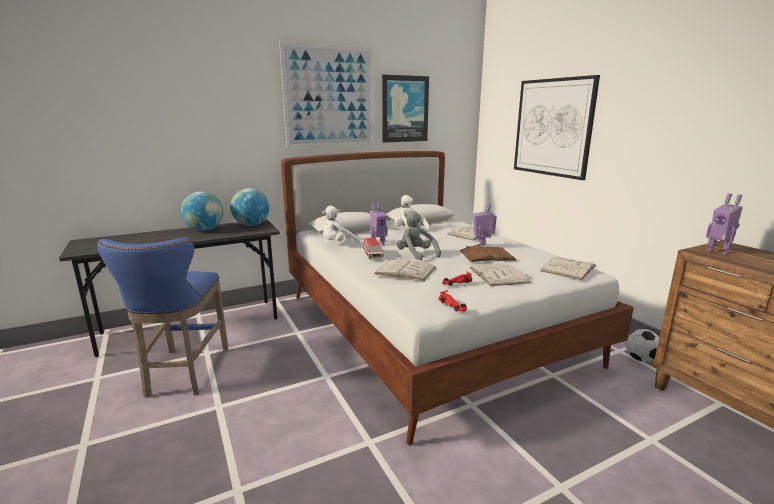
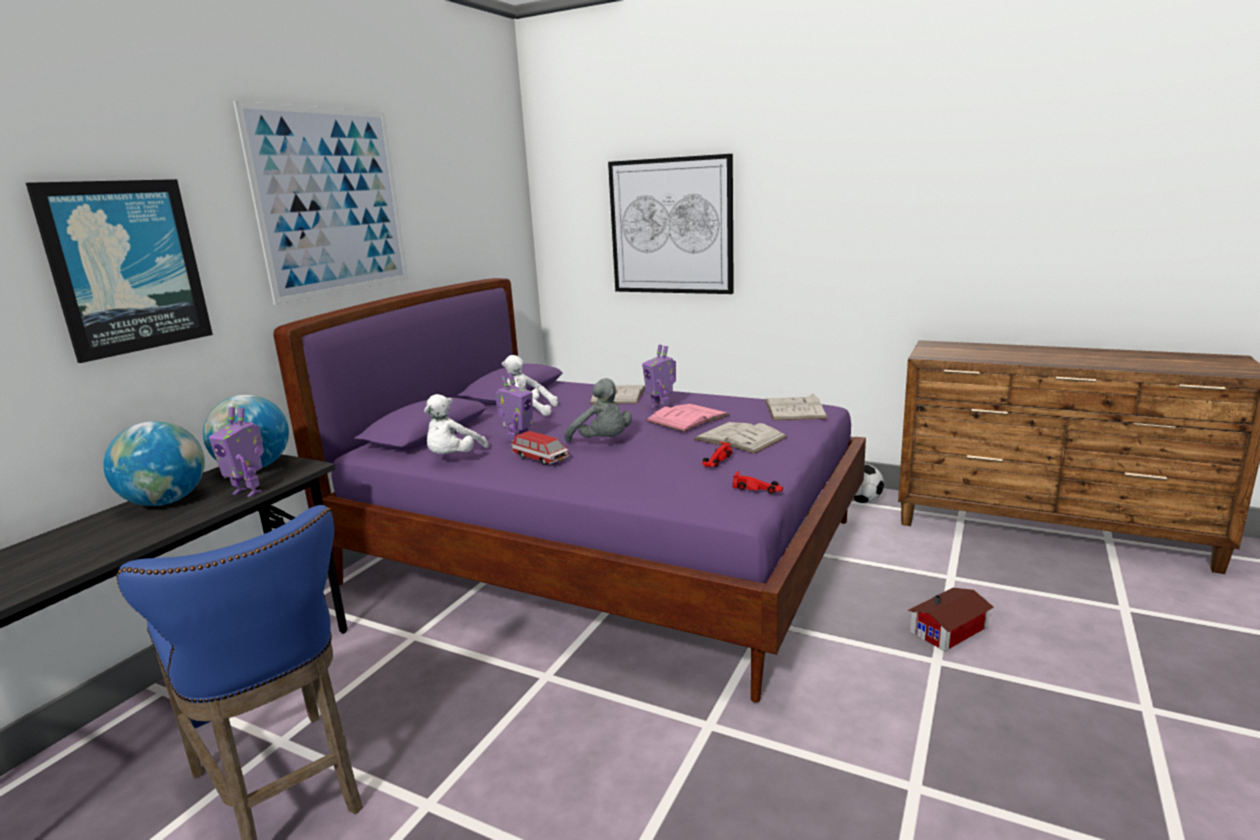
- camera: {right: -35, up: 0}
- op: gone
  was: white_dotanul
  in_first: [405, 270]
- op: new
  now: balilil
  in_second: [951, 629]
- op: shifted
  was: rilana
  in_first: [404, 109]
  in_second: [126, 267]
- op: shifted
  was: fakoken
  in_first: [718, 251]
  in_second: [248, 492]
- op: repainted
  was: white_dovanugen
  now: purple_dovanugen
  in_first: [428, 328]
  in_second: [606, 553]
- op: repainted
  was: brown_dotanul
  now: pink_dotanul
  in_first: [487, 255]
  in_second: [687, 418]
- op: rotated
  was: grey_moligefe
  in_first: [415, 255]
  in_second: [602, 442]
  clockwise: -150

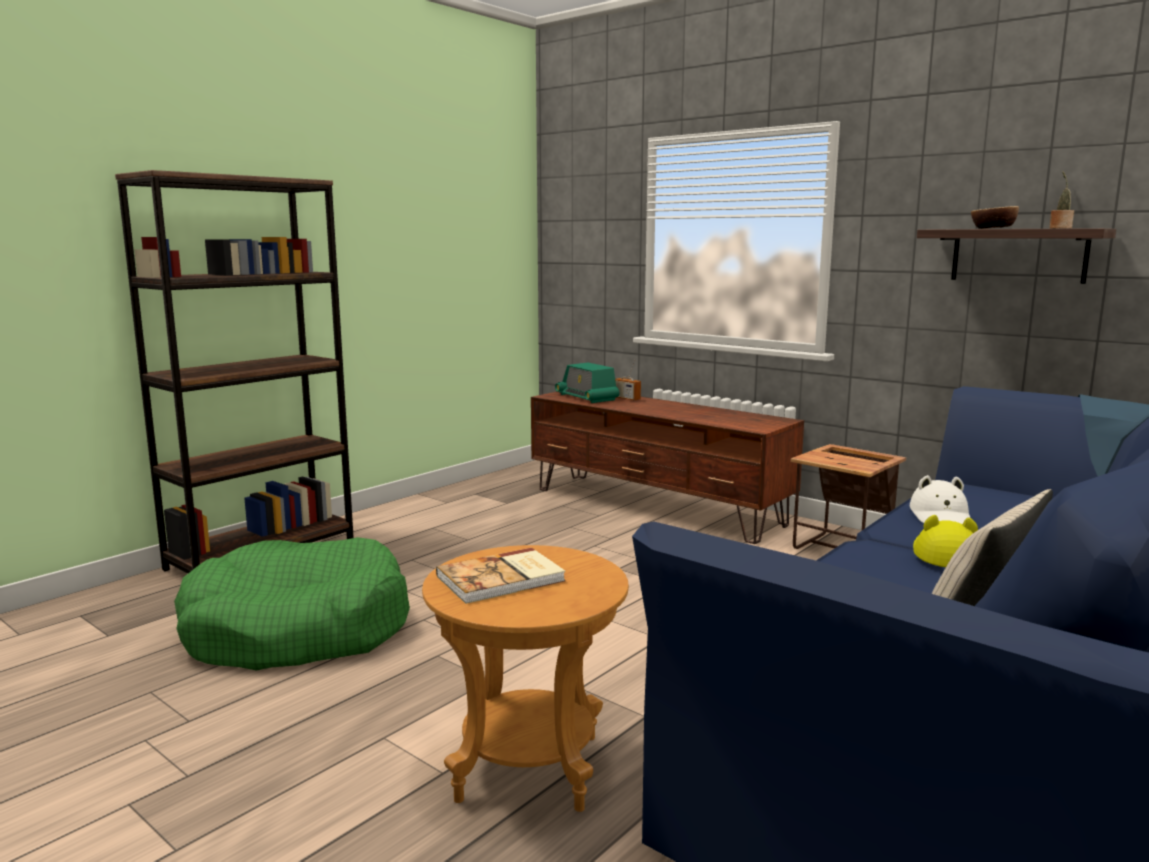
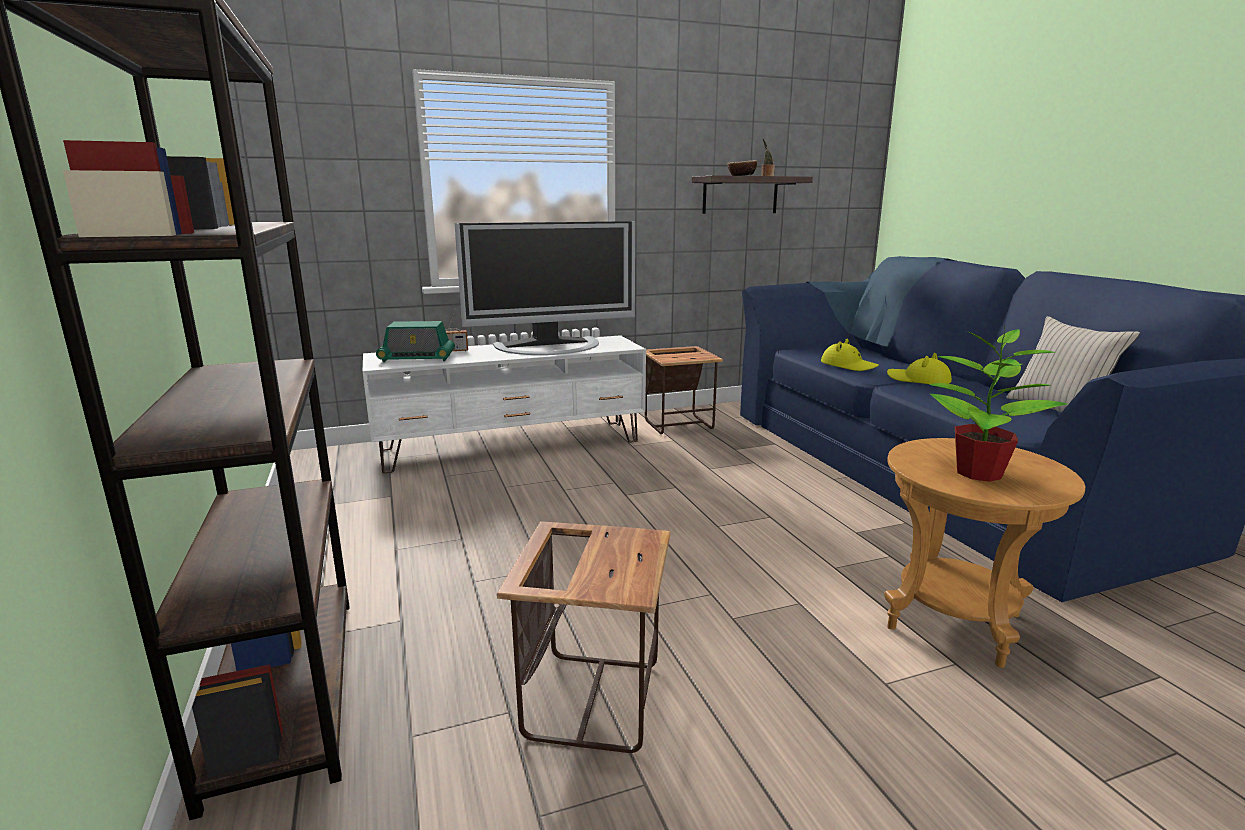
- camera: {right: -60, up: 5}
- op: new
  now: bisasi
  in_second: [550, 346]
- op: swapped
  was: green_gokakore
  now: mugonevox
  in_first: [297, 629]
  in_second: [593, 699]
- op: swapped
  was: dotanul
  now: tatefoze
  in_first: [502, 579]
  in_second: [977, 473]
- op: repainted
  was: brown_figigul
  now: white_figigul
  in_first: [656, 506]
  in_second: [512, 446]
- op: repainted
  was: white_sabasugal
  now: yellow_sabasugal
  in_first: [941, 516]
  in_second: [848, 365]

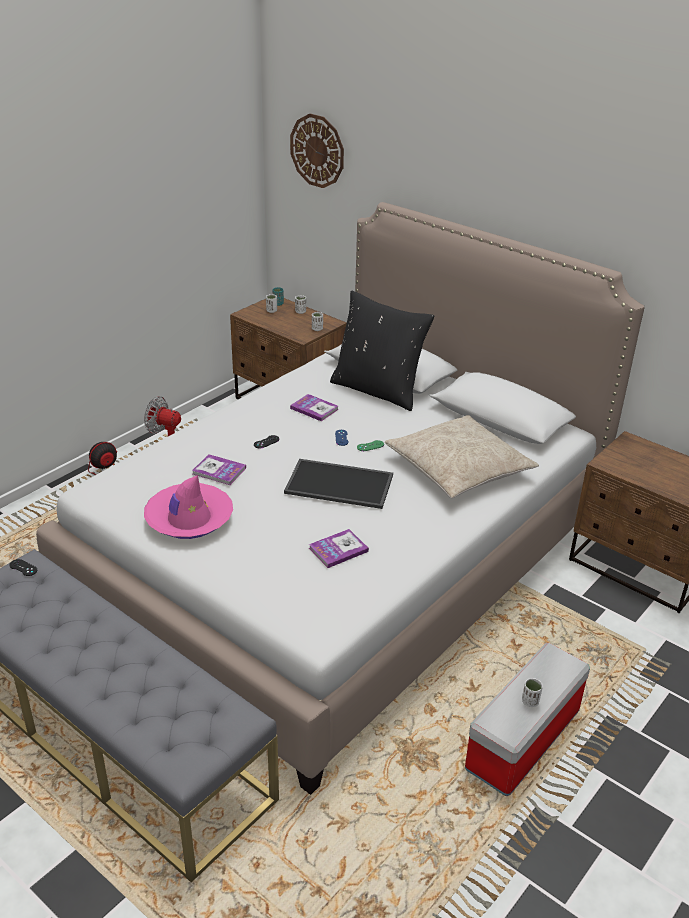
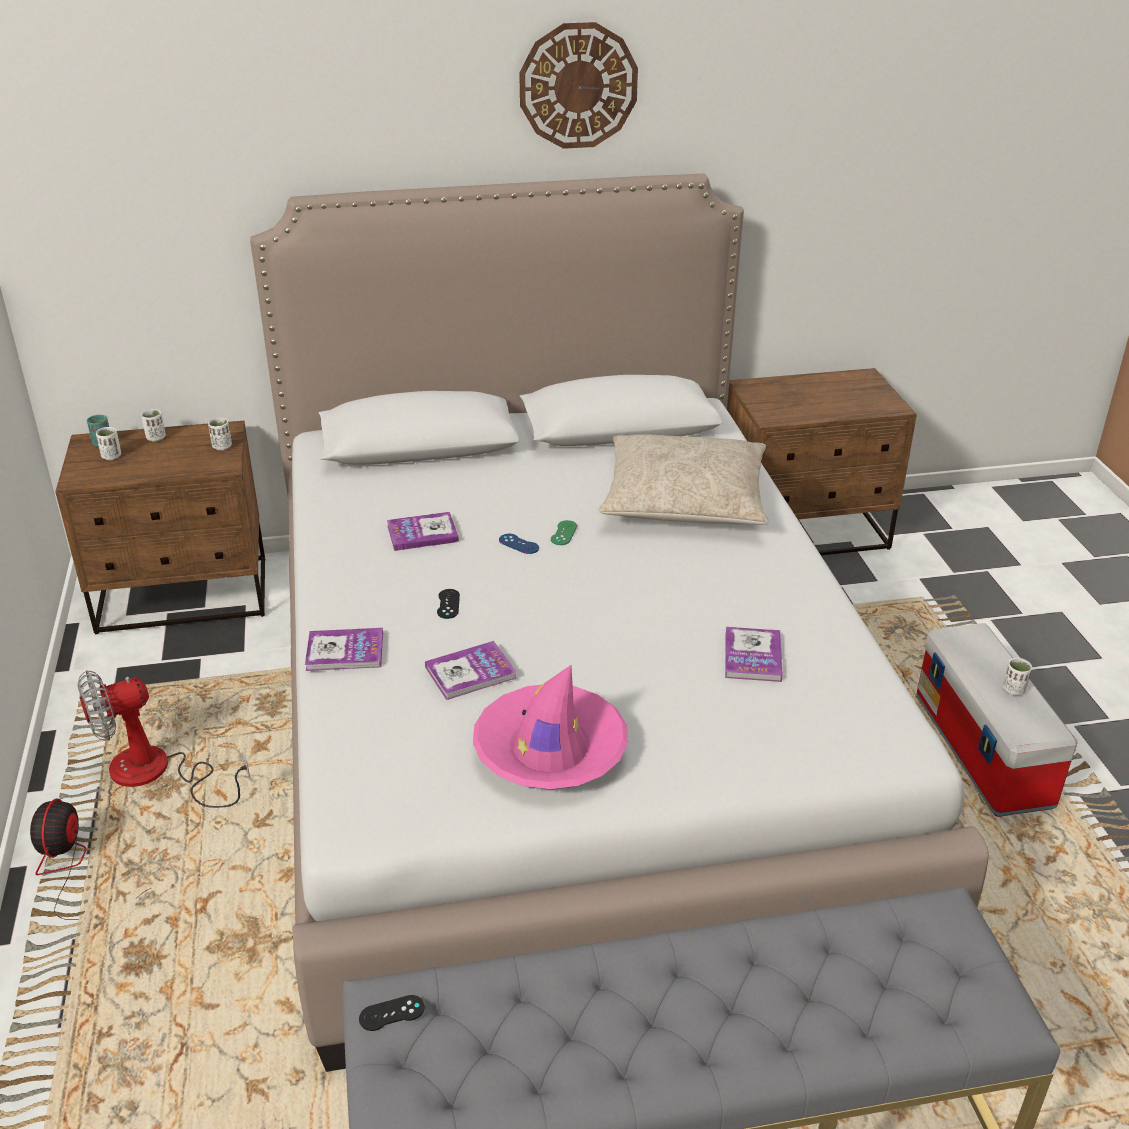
- camera: {right: -50, up: 0}
- op: gone
  was: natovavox
  in_first: [340, 483]
- op: gone
  was: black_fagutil
  in_first: [378, 390]
- op: new
  now: dotanul
  in_second: [345, 651]
- op: shifted
  was: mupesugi
  in_first: [317, 151]
  in_second: [578, 86]

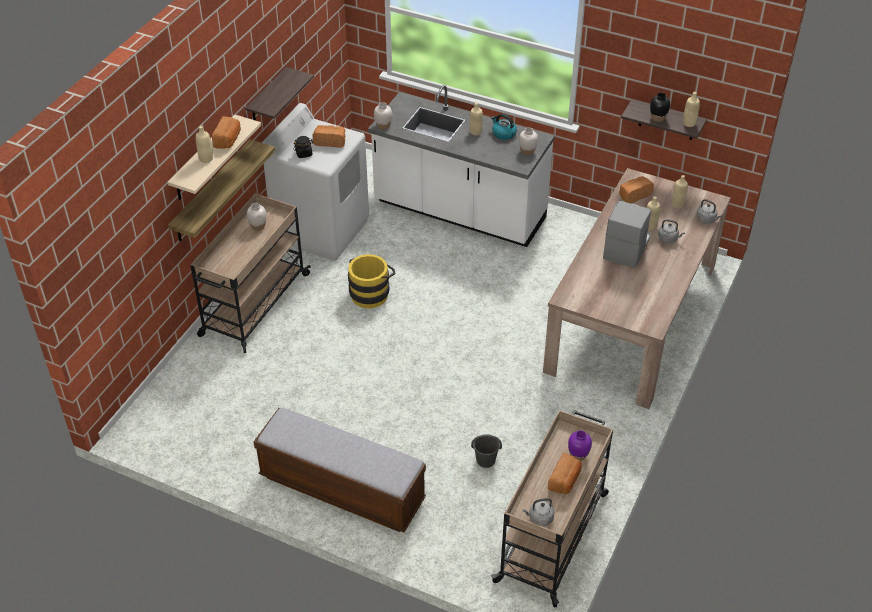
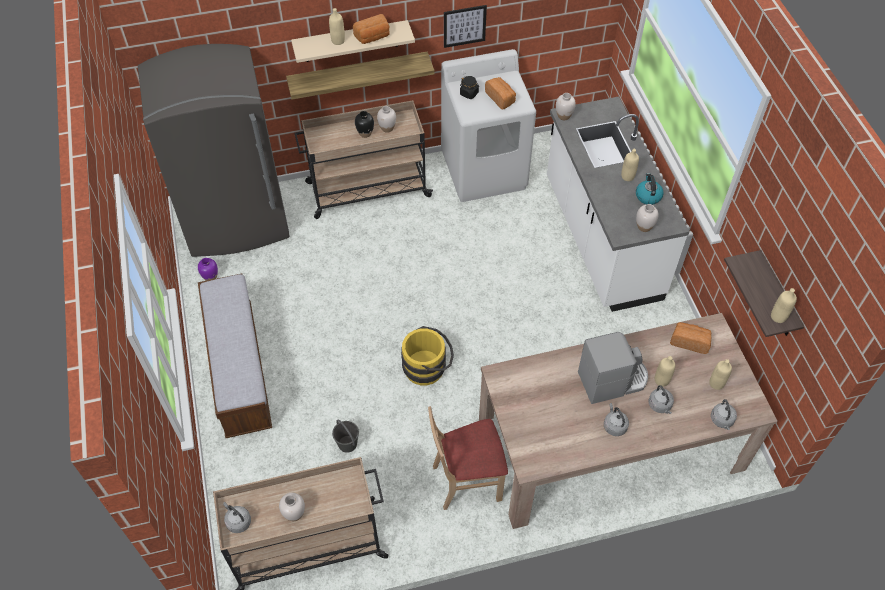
- camera: {right: 50, up: 10}
- op: new
  now: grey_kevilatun
  in_second: [237, 221]
- op: new
  now: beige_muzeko
  in_second: [466, 481]
- op: new
  now: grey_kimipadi
  in_second: [614, 426]
- op: shifted
  was: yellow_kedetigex
  in_first: [371, 293]
  in_second: [428, 367]
- op: shifted
  was: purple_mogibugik
  in_first: [578, 455]
  in_second: [210, 277]
- op: shifted
  was: black_mogibugik
  in_first: [657, 118]
  in_second: [365, 133]
- op: swapped
  was: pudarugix
  now: rilana
  in_first: [267, 99]
  in_second: [464, 26]
- op: swapped
  was: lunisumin
  now: white_mogibugik
  in_first: [565, 480]
  in_second: [294, 514]

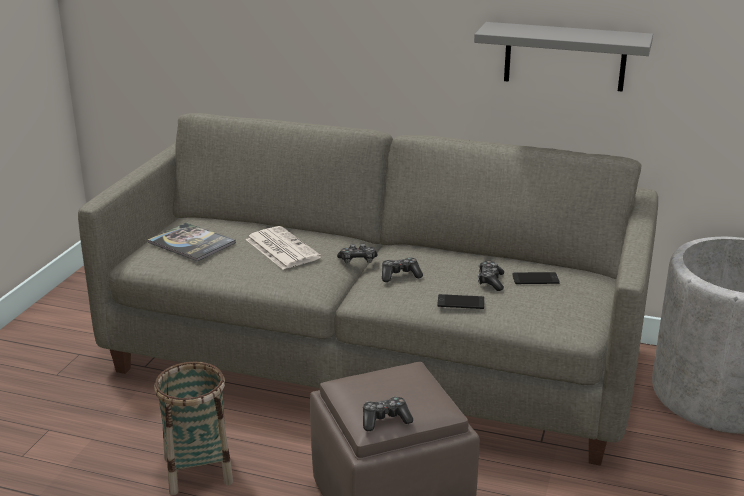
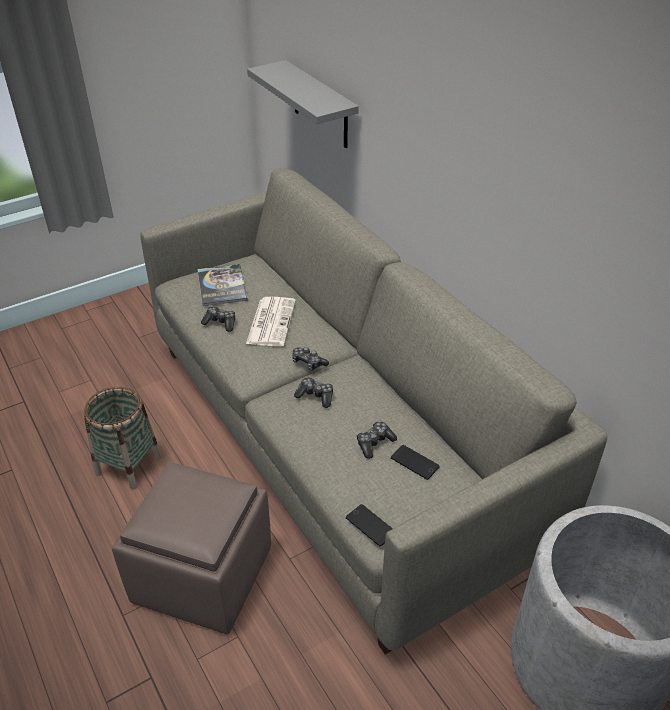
- camera: {right: 40, up: 15}
- op: shifted
  was: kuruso
  in_first: [385, 420]
  in_second: [220, 323]
- op: shifted
  was: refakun
  in_first: [460, 302]
  in_second: [370, 525]
- op: shifted
  was: grey_pudarugix
  in_first: [565, 56]
  in_second: [320, 105]

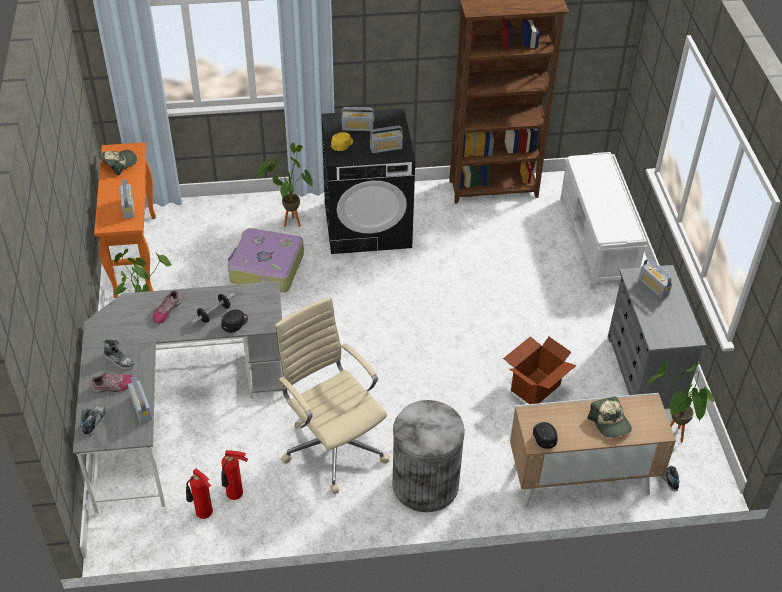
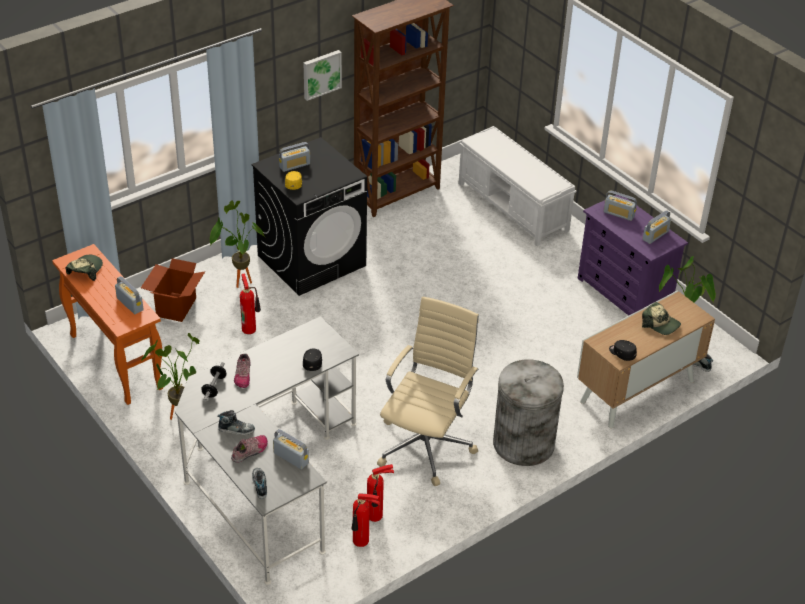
- camera: {right: -30, up: -5}
- op: new
  now: rilana
  in_second: [321, 74]
- op: shifted
  was: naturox
  in_first: [214, 314]
  in_second: [214, 387]
- op: shifted
  was: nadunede
  in_first: [386, 148]
  in_second: [655, 235]
- op: shifted
  was: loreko
  in_first: [535, 387]
  in_second: [175, 307]
- op: swapped
  was: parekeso
  now: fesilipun
  in_first: [266, 268]
  in_second: [250, 328]
- op: repainted
  was: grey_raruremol
  now: purple_raruremol
  in_first: [644, 371]
  in_second: [624, 293]
- op: rotated
  was: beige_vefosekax
  in_first: [333, 445]
  in_second: [426, 444]
  clockwise: 90

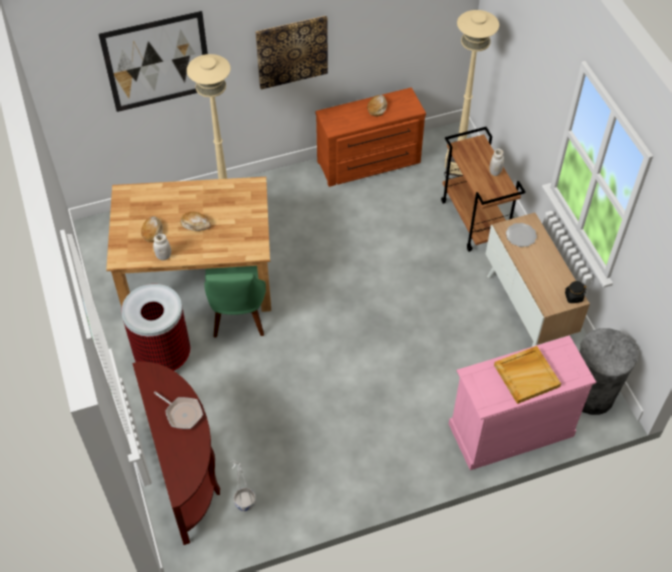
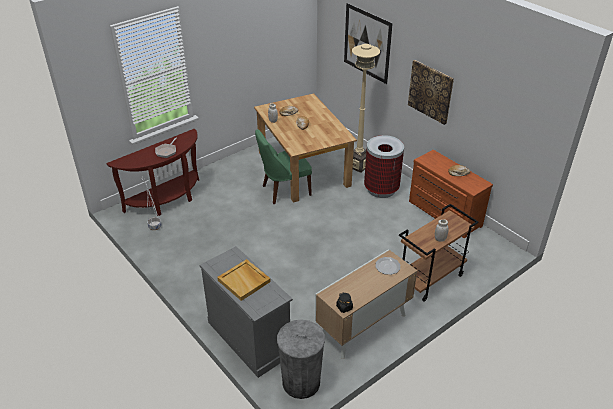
- camera: {right: 70, up: -15}
- op: gone
  was: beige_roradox
  in_first: [458, 168]
- op: shifted
  was: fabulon
  in_first: [163, 356]
  in_second: [381, 189]
- op: repainted
  was: pink_raruremol
  now: grey_raruremol
  in_first: [510, 429]
  in_second: [249, 338]

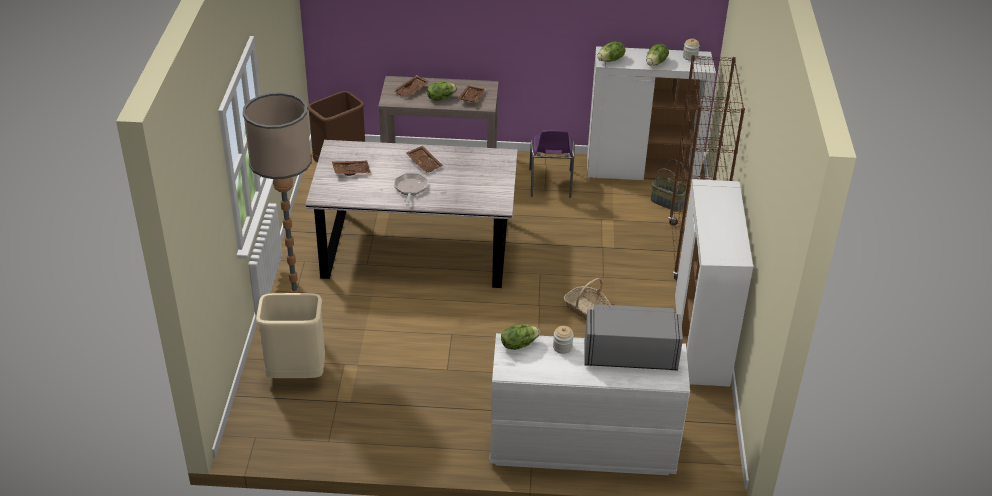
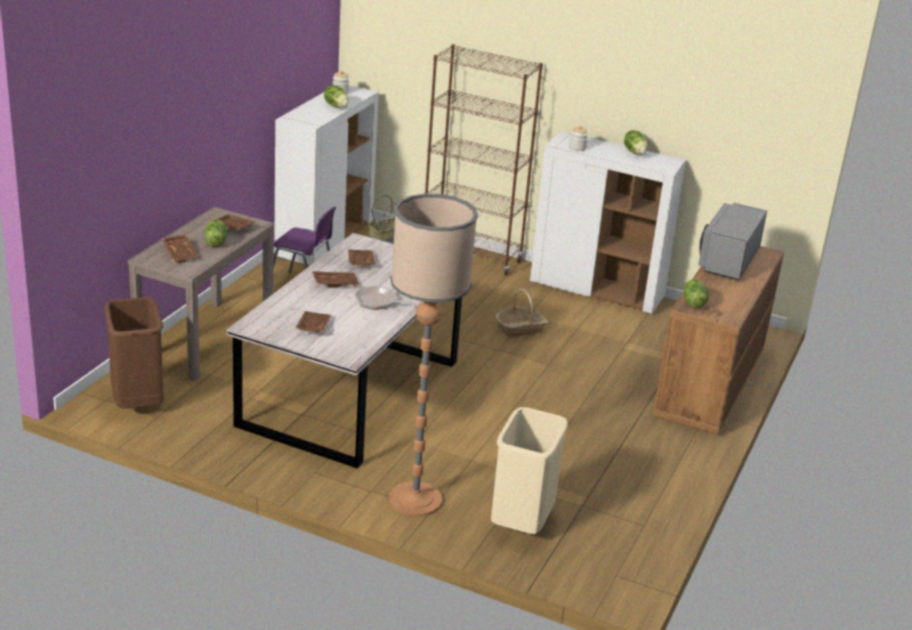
- camera: {right: -70, up: -10}
- op: new
  now: brown_natovavox
  in_second: [360, 262]
- op: shifted
  was: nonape
  in_first: [562, 347]
  in_second: [577, 148]
- op: shifted
  was: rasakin
  in_first: [611, 60]
  in_second: [635, 152]
- op: repainted
  was: white_raruremol
  now: brown_raruremol
  in_first: [581, 447]
  in_second: [709, 385]

